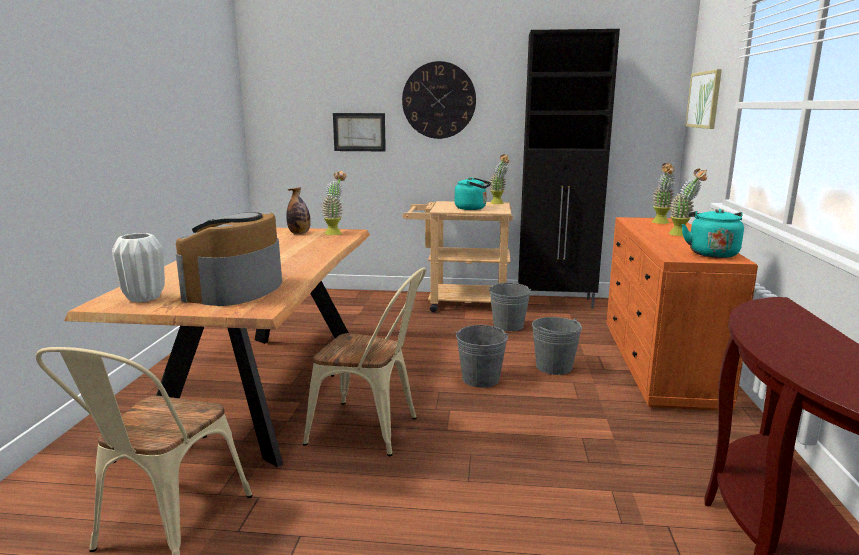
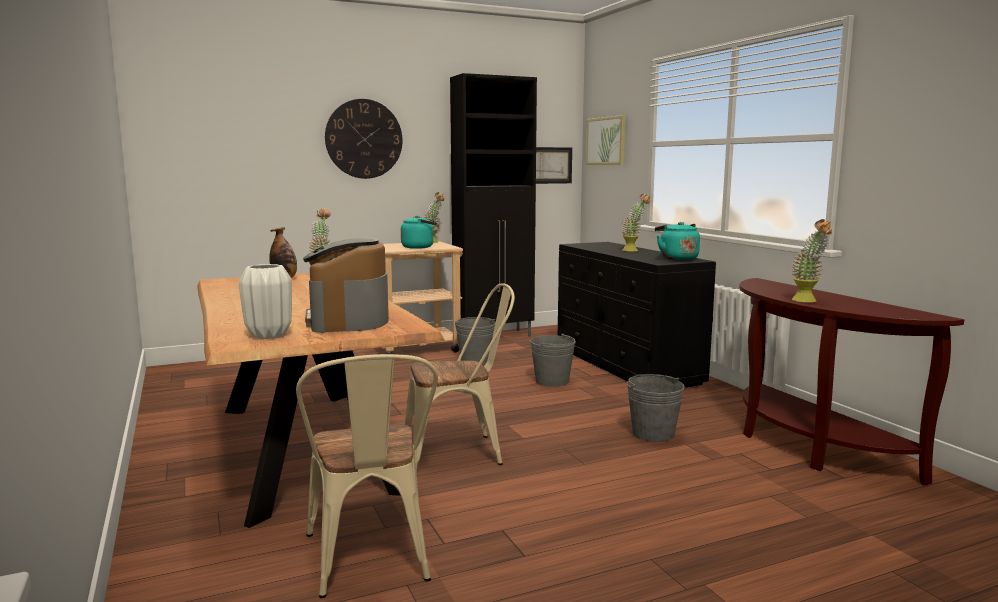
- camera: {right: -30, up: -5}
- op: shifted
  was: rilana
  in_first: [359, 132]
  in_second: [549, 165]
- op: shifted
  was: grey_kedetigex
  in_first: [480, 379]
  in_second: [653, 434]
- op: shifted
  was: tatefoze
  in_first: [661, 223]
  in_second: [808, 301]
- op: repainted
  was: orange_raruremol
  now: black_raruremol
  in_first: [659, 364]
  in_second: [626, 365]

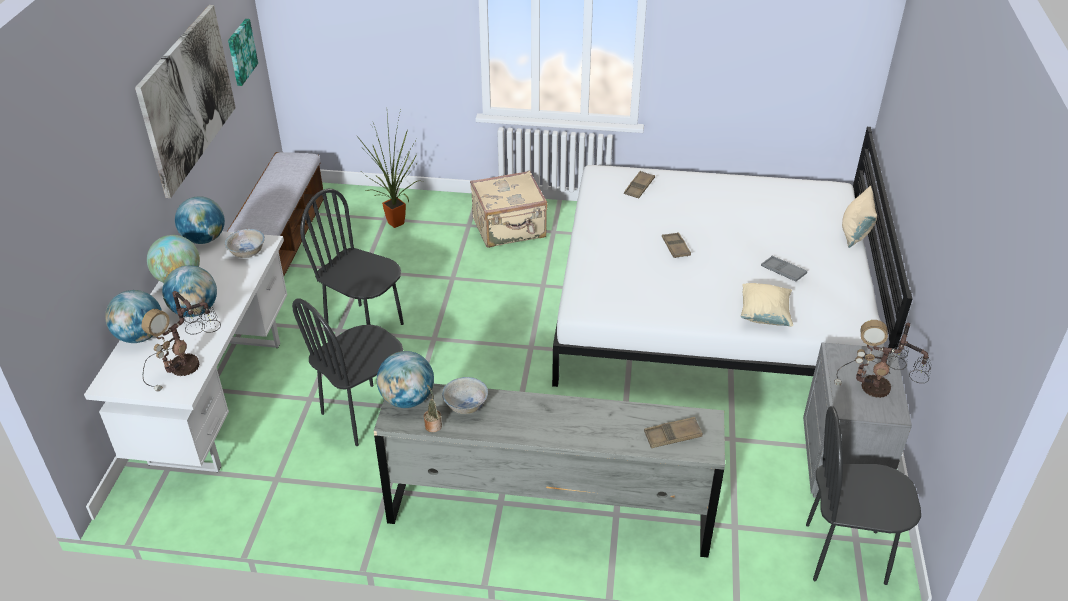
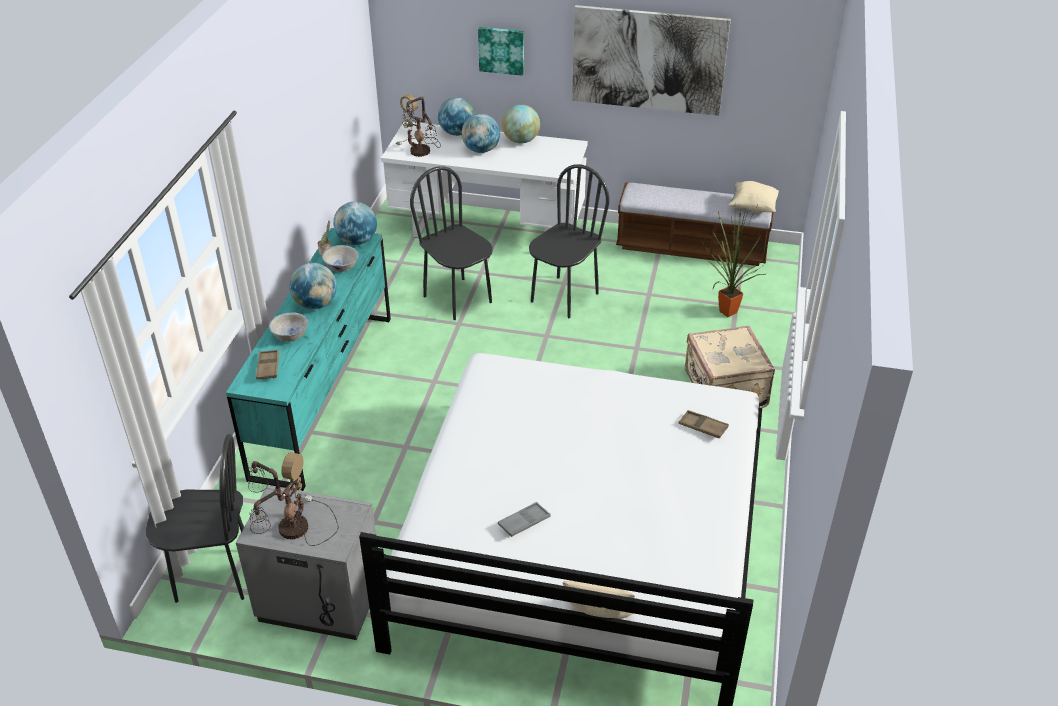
- camera: {right: 95, up: 0}
- op: gone
  was: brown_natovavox
  in_first: [675, 248]
- op: shifted
  was: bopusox
  in_first: [205, 239]
  in_second: [316, 304]
- op: shifted
  was: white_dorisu
  in_first: [247, 252]
  in_second: [290, 336]
- op: shifted
  was: rilana
  in_first: [241, 52]
  in_second: [501, 50]
- op: shifted
  was: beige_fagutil
  in_first: [764, 315]
  in_second: [752, 207]
- op: repainted
  was: grey_raruremol
  now: turquoise_raruremol
  in_first: [549, 512]
  in_second: [325, 393]
- op: rotated
  was: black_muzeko
  in_first: [845, 554]
  in_second: [214, 575]
  clockwise: 75

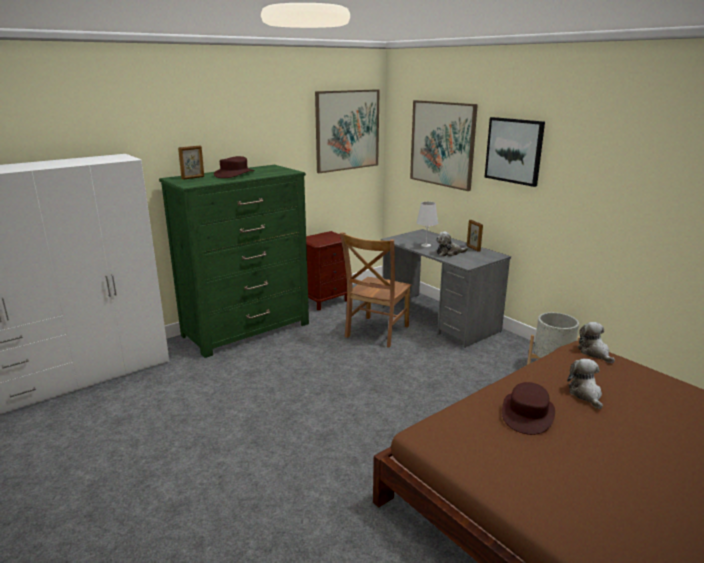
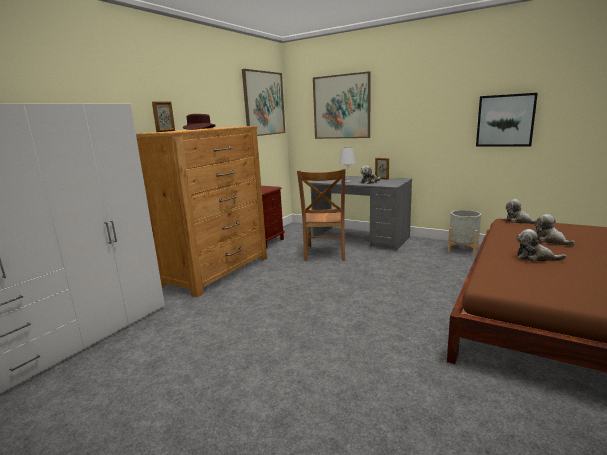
- camera: {right: -20, up: -5}
- op: shifted
  was: rilana
  in_first: [514, 150]
  in_second: [505, 120]
- op: swapped
  was: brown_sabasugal
  now: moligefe
  in_first: [527, 414]
  in_second: [535, 258]
- op: repainted
  was: green_raruremol
  now: brown_raruremol
  in_first: [247, 330]
  in_second: [217, 271]

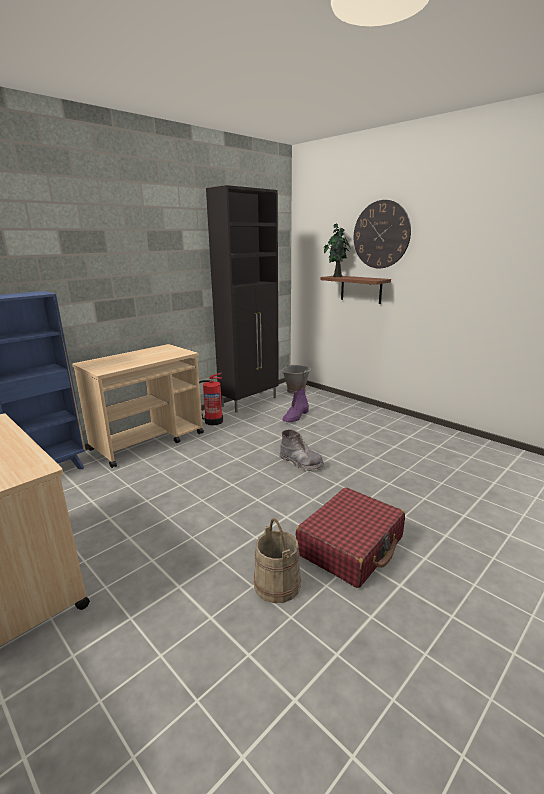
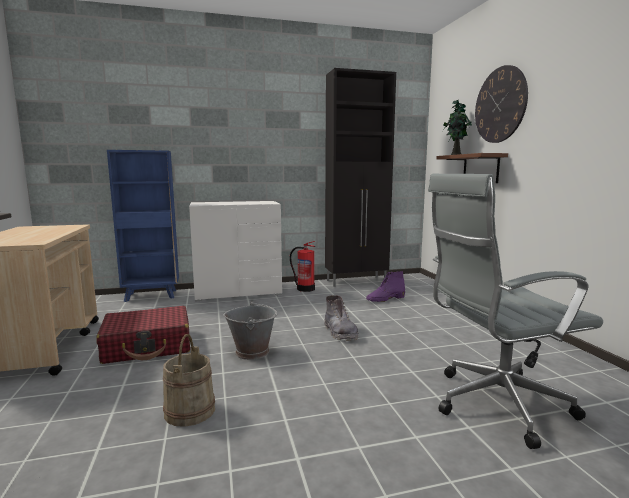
- camera: {right: 30, up: -10}
- op: new
  now: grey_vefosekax
  in_second: [494, 405]
- op: shifted
  was: grey_kedetigex
  in_first: [296, 390]
  in_second: [252, 352]
- op: shifted
  was: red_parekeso
  in_first: [351, 546]
  in_second: [148, 346]
- op: swapped
  was: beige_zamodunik
  now: white_raruremol
  in_first: [149, 441]
  in_second: [238, 292]

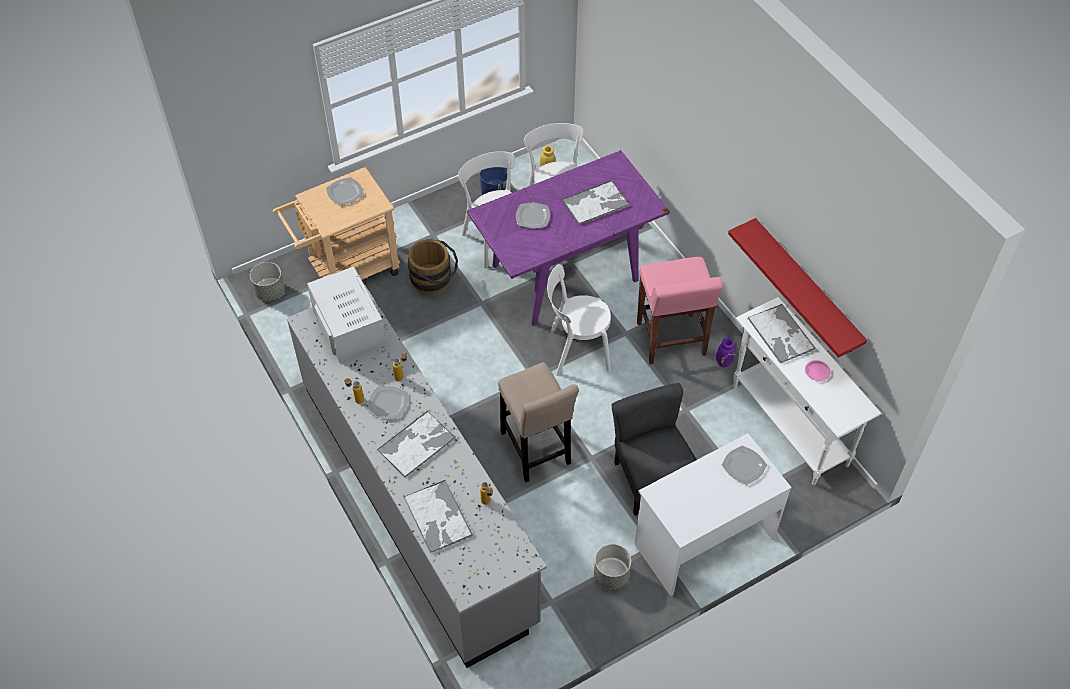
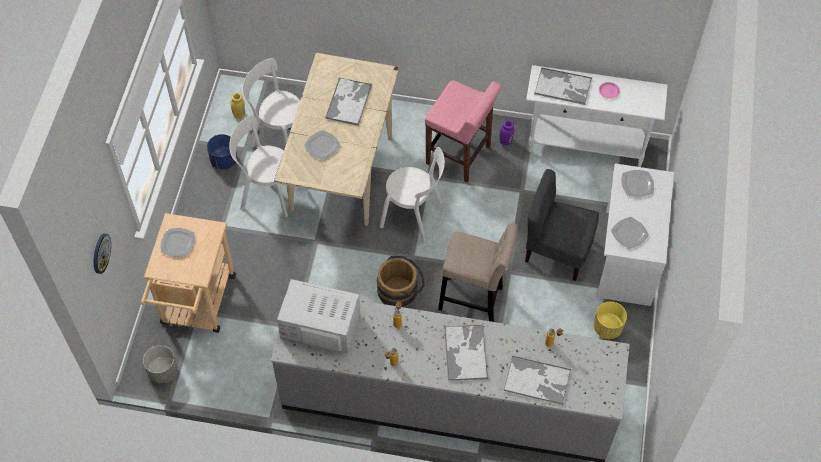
- camera: {right: -50, up: 5}
- op: gone
  was: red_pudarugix
  in_first: [806, 287]
- op: new
  now: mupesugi
  in_second: [101, 253]
- op: shifted
  was: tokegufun
  in_first: [388, 404]
  in_second: [629, 233]
- op: shifted
  was: brown_kedetigex
  in_first: [434, 281]
  in_second: [401, 291]
- op: repainted
  was: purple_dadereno
  now: beige_dadereno
  in_first: [566, 272]
  in_second: [342, 171]
- op: repainted
  was: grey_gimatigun
  now: yellow_gimatigun
  in_first: [611, 576]
  in_second: [607, 328]
- op: rotated
  was: white_muzeko
  in_first: [576, 350]
  in_second: [414, 215]
  clockwise: -105

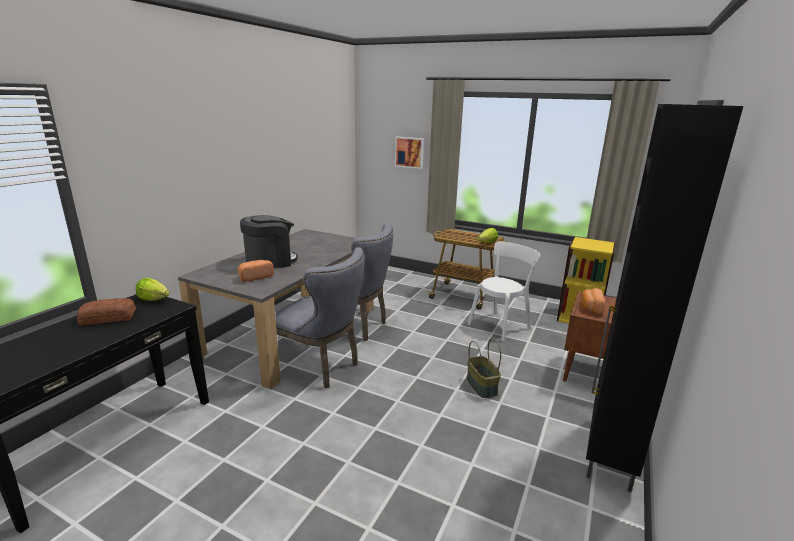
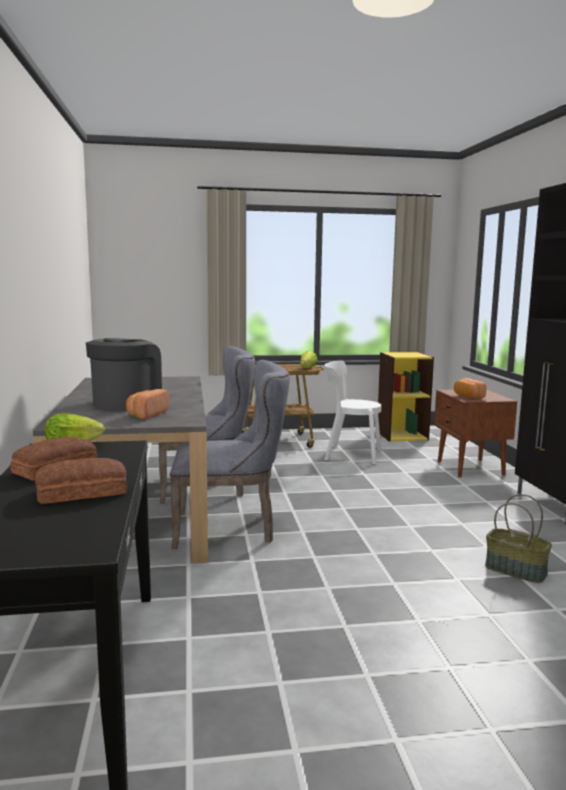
- camera: {right: -35, up: -10}
- op: gone
  was: rilana
  in_first: [409, 152]
- op: new
  now: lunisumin
  in_second: [83, 492]
- op: shifted
  was: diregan
  in_first: [482, 386]
  in_second: [516, 570]
- op: rotated
  was: white_muzeko
  in_first: [500, 325]
  in_second: [350, 454]
  clockwise: -90

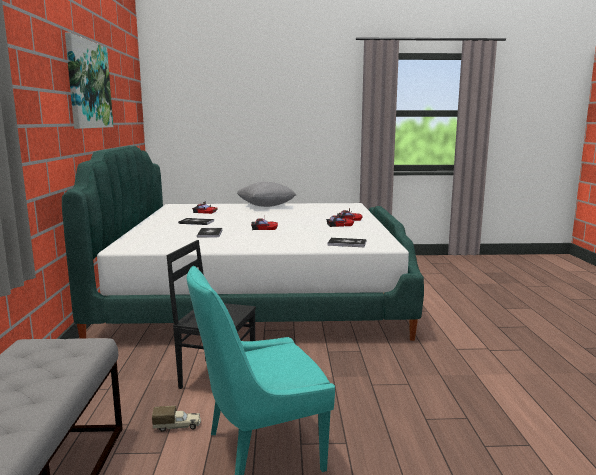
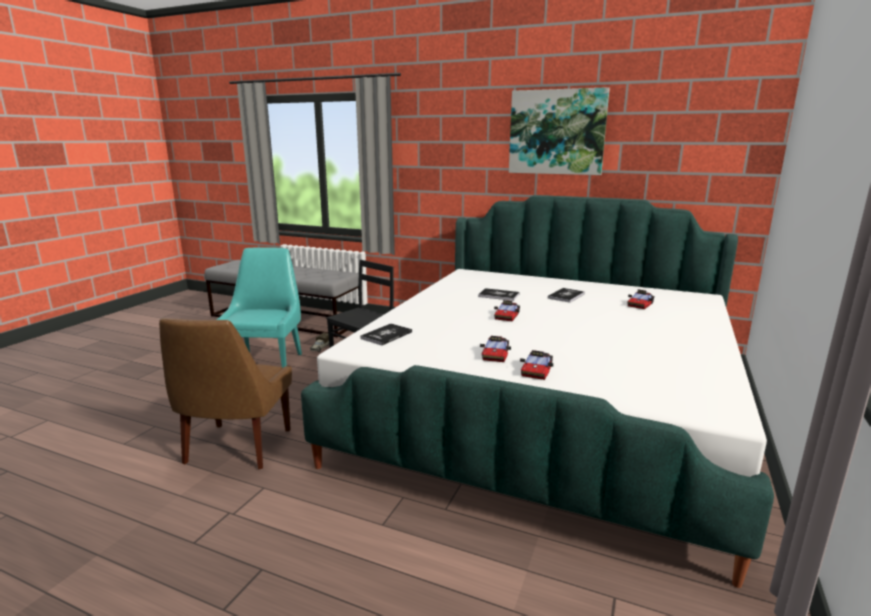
- camera: {right: 115, up: 5}
- op: gone
  was: grey_fagutil
  in_first: [266, 206]
- op: new
  now: brown_muzeko
  in_second: [236, 448]

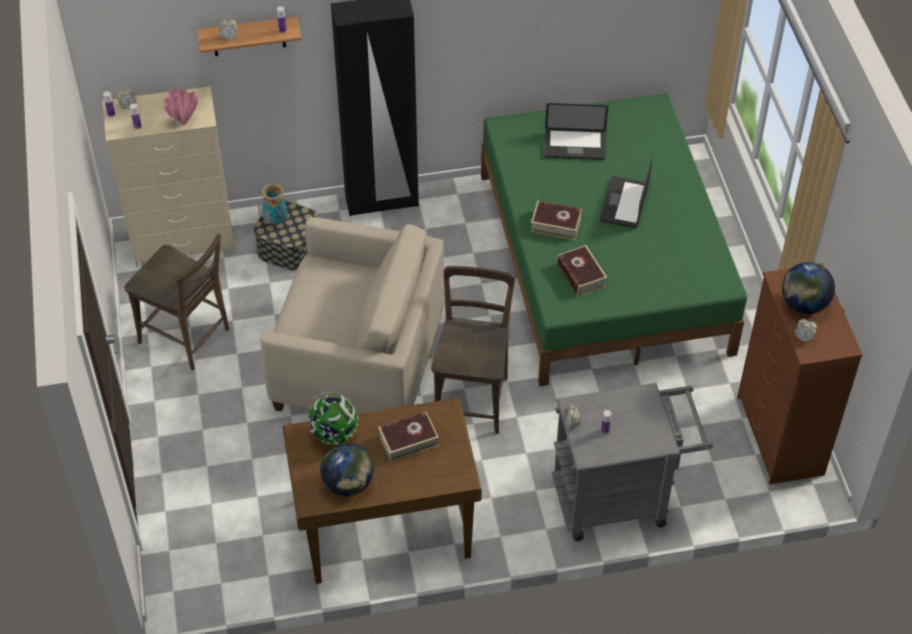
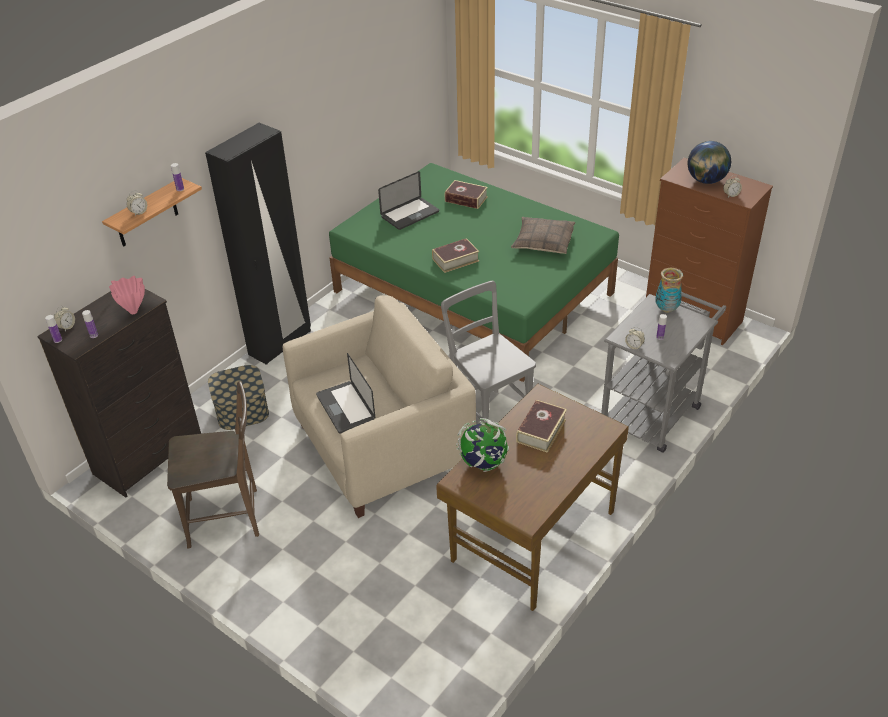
- camera: {right: -40, up: -10}
- op: gone
  was: bopusox
  in_first: [348, 484]
- op: new
  now: fagutil
  in_second: [543, 241]
- op: shifted
  was: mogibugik
  in_first: [276, 220]
  in_second: [666, 309]
- op: shifted
  was: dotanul
  in_first: [581, 275]
  in_second: [466, 199]
- op: shifted
  was: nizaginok
  in_first: [624, 203]
  in_second: [345, 408]
- op: repainted
  was: beige_raruremol
  now: black_raruremol
  in_first: [184, 241]
  in_second: [149, 455]
- op: repainted
  was: brown_muzeko
  now: grey_muzeko
  in_first: [472, 396]
  in_second: [488, 416]

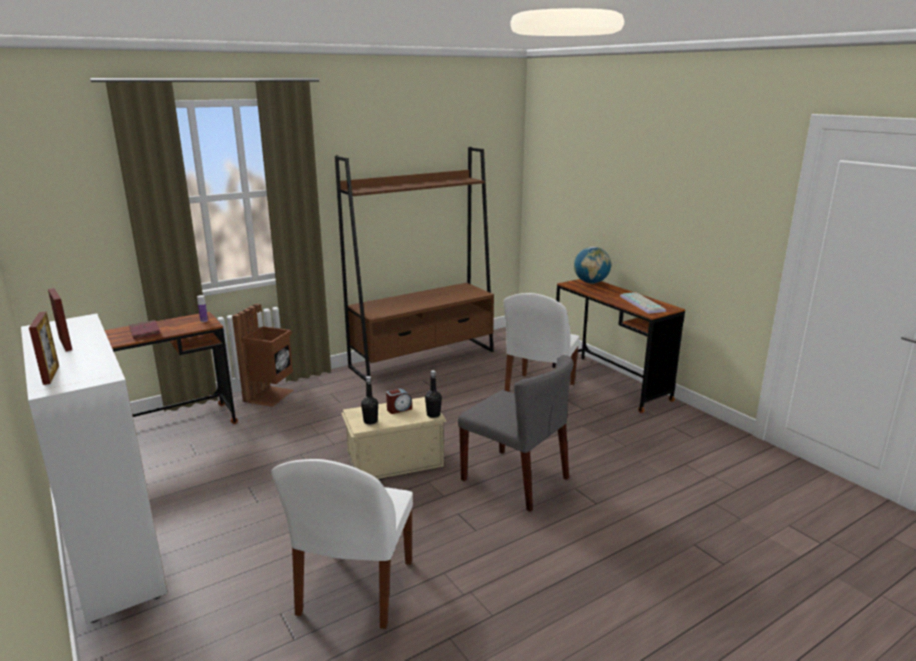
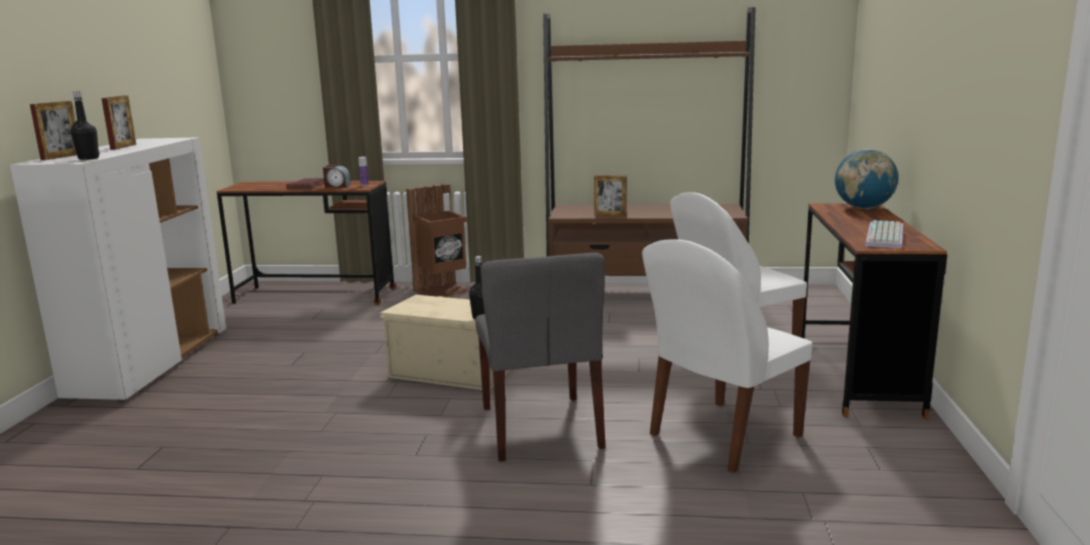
- camera: {right: 40, up: -5}
- op: new
  now: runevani
  in_second: [610, 215]
- op: shifted
  was: white_muzeko
  in_first: [354, 590]
  in_second: [722, 437]
- op: shifted
  was: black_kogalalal
  in_first: [370, 421]
  in_second: [88, 158]
- op: shifted
  was: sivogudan
  in_first: [399, 409]
  in_second: [337, 186]

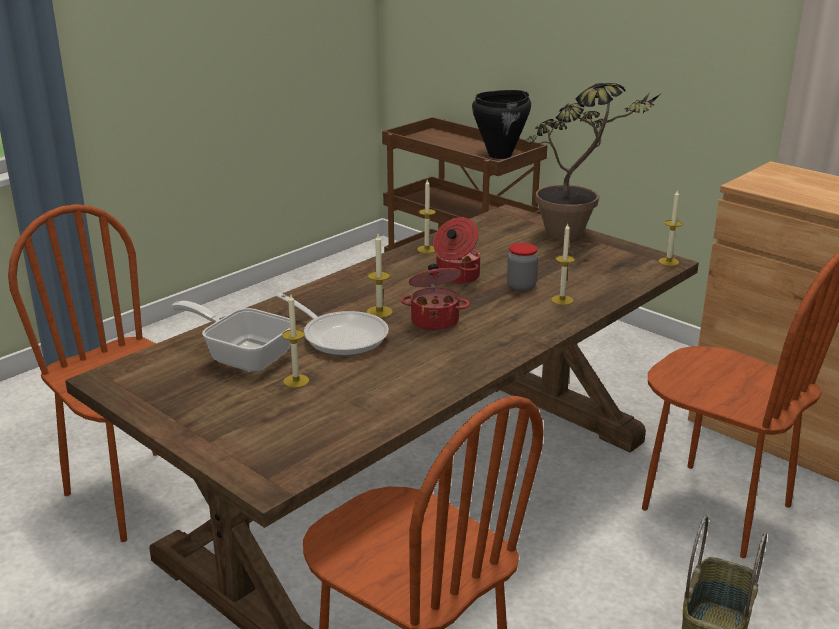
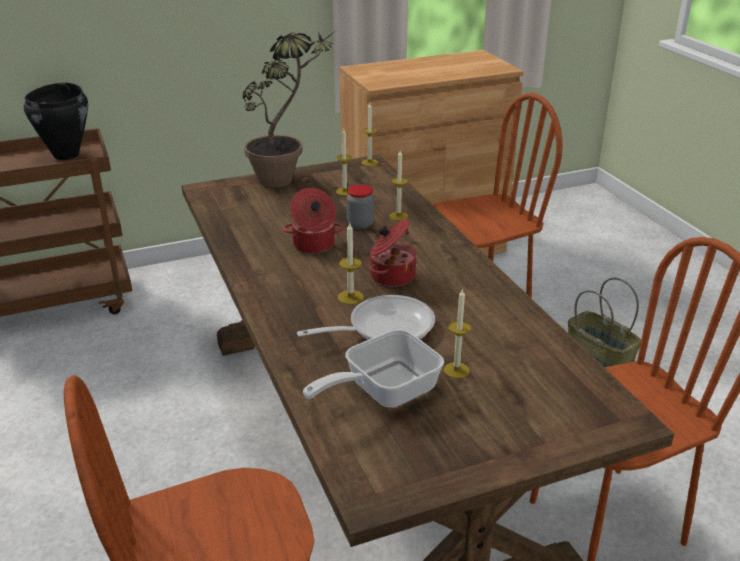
- camera: {right: -65, up: 5}
- op: shifted
  was: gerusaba
  in_first: [427, 249]
  in_second: [344, 191]

